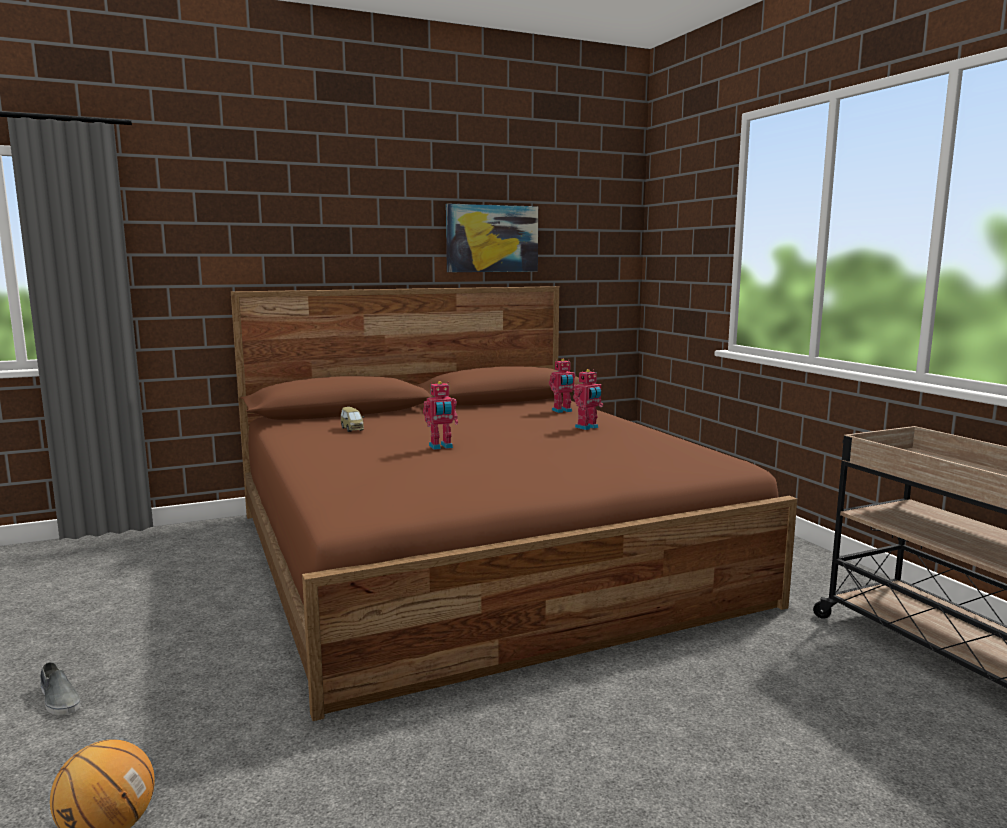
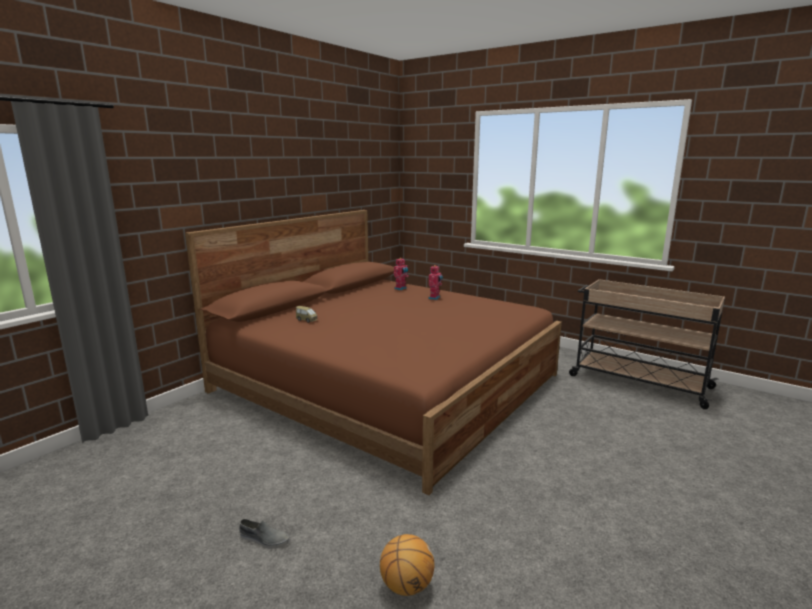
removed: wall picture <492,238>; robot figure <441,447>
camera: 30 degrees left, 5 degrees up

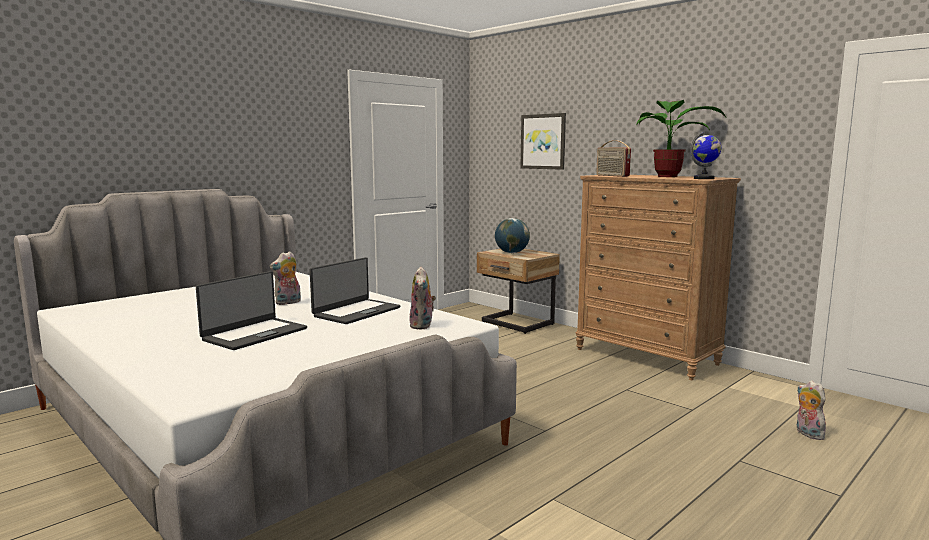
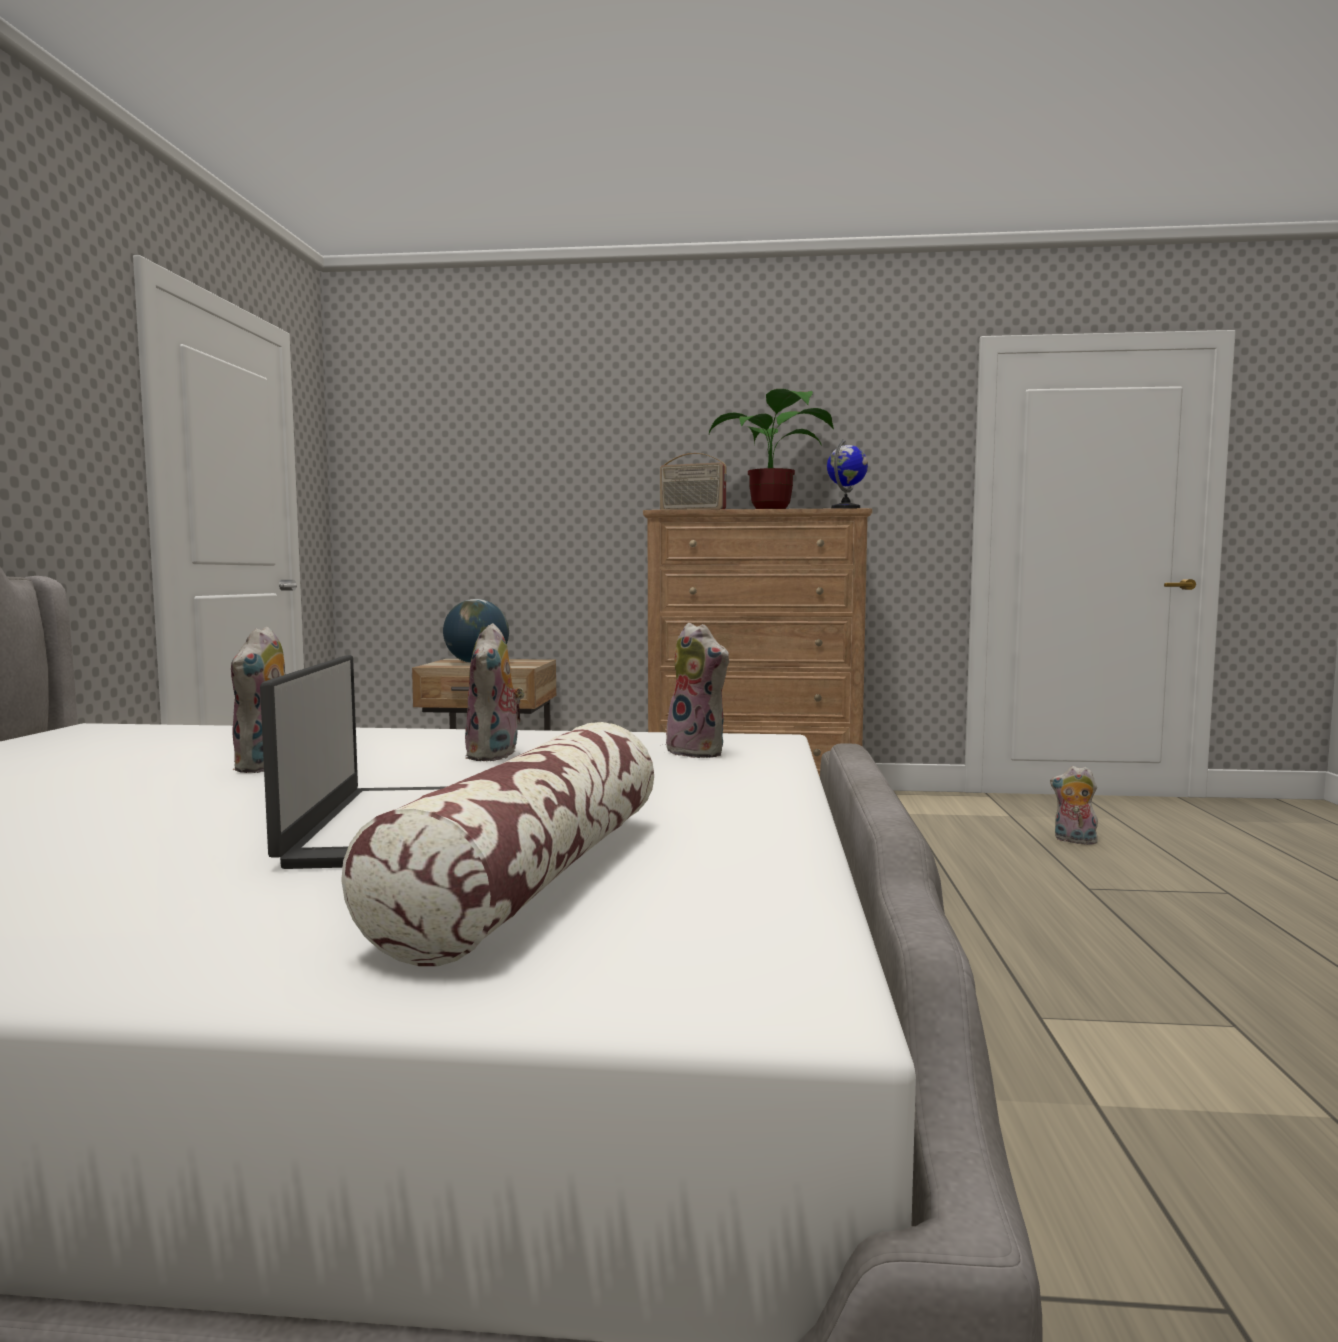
removed: wall picture <543,141>
added: cushion <531,877>
replaced: laptop <356,312> to soft toy <495,755>
camera: 40 degrees left, 5 degrees down

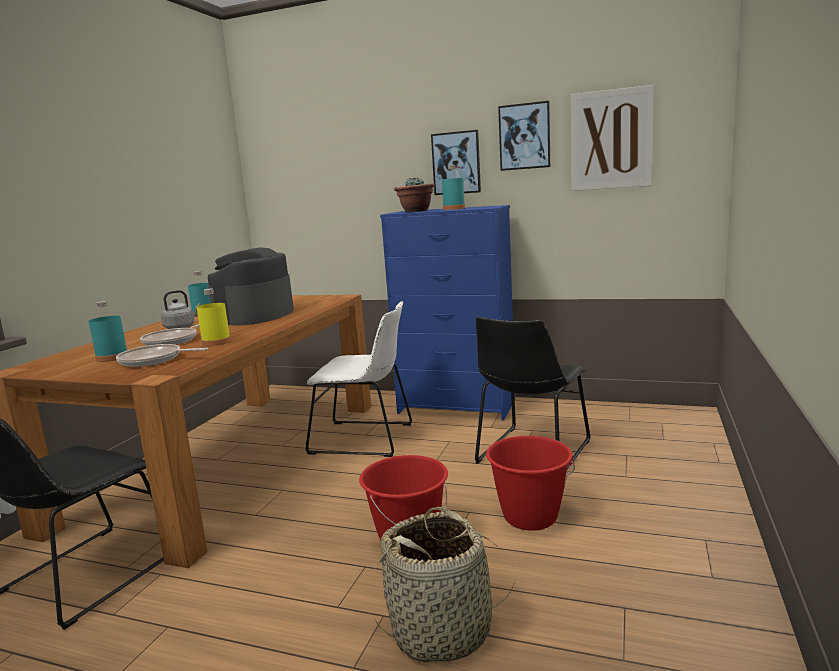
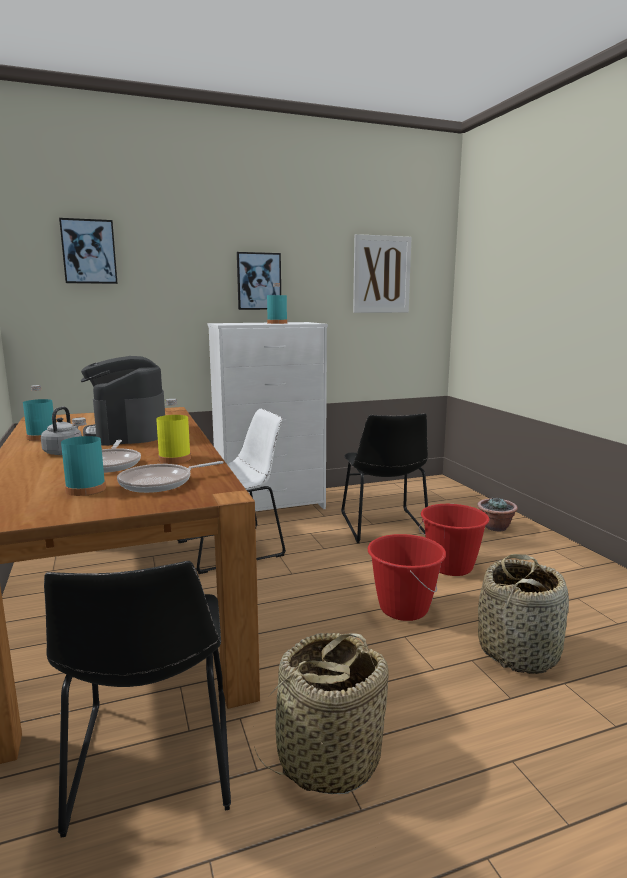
added: basket <327,757>
moved: wall picture <524,136> to <89,251>; potted plant <415,211> to <495,527>
recoloured: bluish chest of drawers <458,406> to white chest of drawers <271,506>
camera: 40 degrees left, 0 degrees up

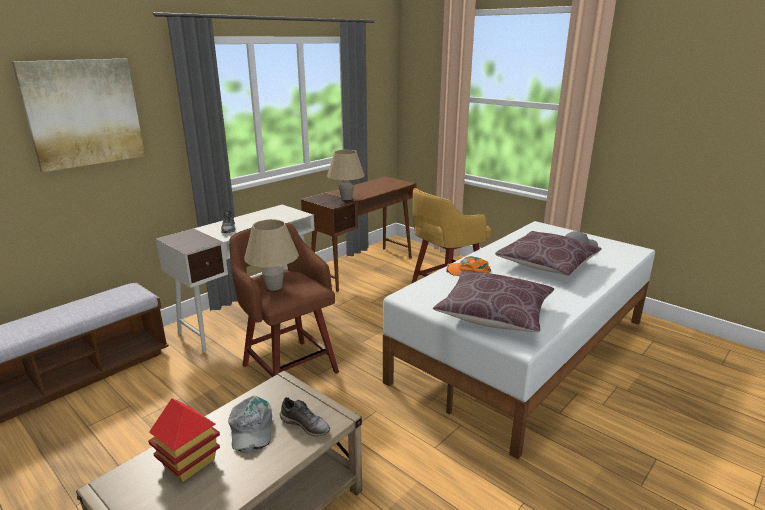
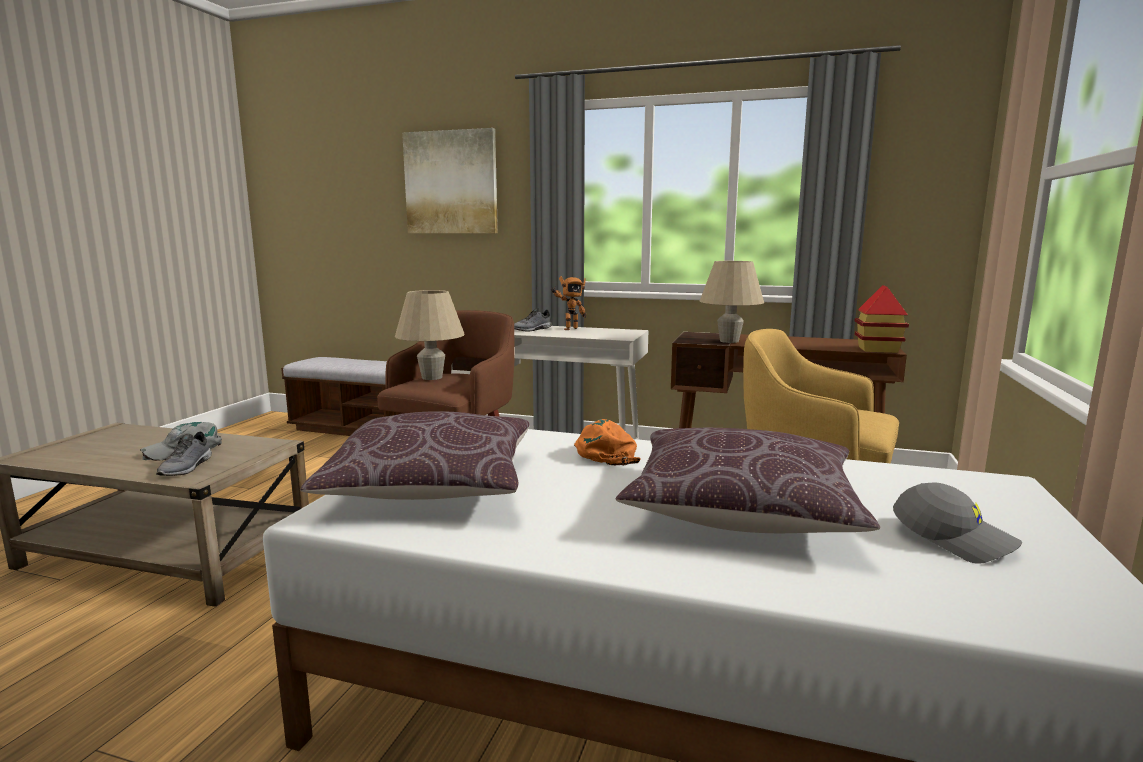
added: robot figure <569,329>
moved: miniature house <189,463> to <877,349>
camera: 65 degrees right, 10 degrees down

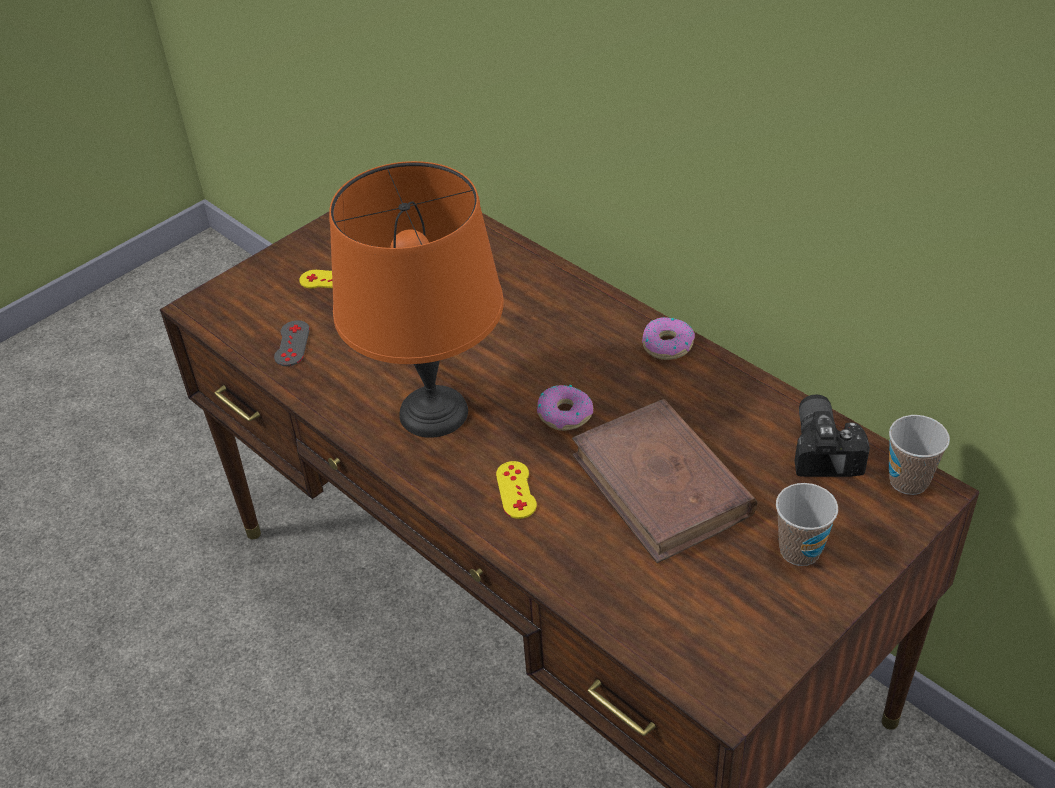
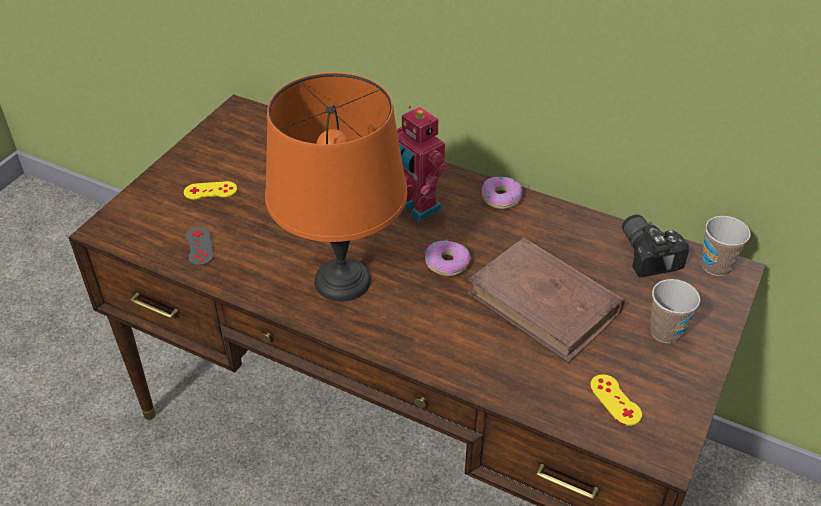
added: robot figure <416,208>
moved: yellowish gamepad <516,490> to <615,400>
camera: 20 degrees left, 0 degrees up

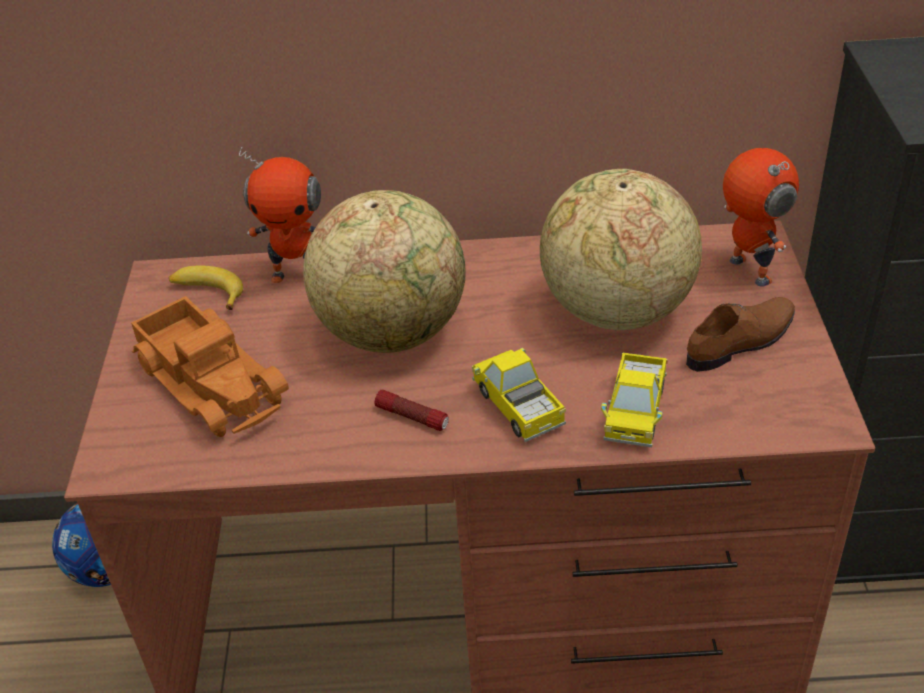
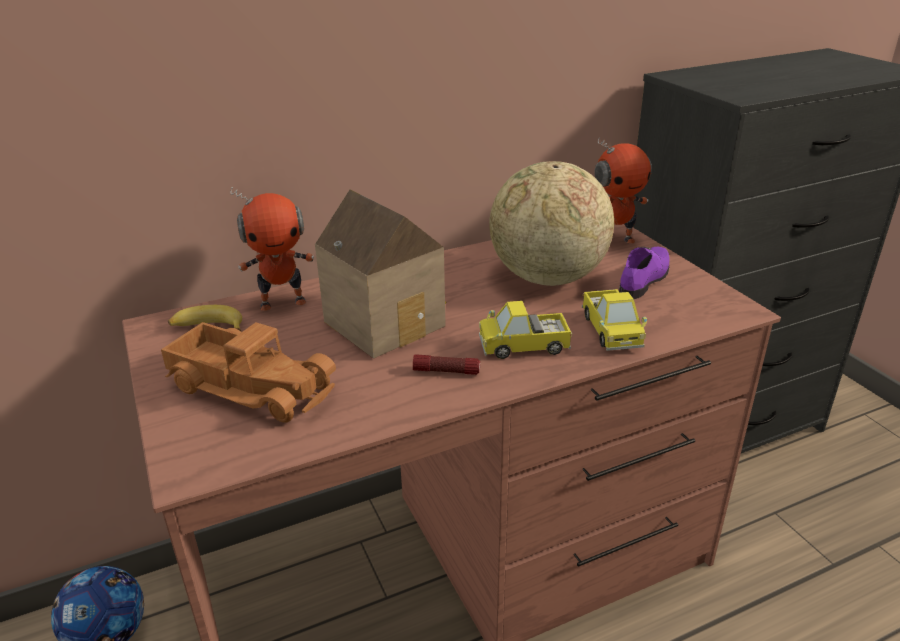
replaced: globe <393,331> to miniature house <388,321>
recoloured: brown-coloured shoe <742,340> to purple-coloured shoe <645,278>
turned: robot figure <747,271> = <615,242> 120 degrees clockwise; toy truck <518,406> = <524,346> 45 degrees counterclockwise
camera: 25 degrees left, 10 degrees down

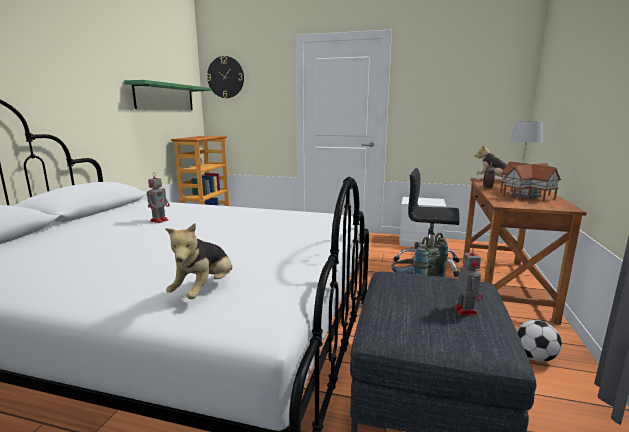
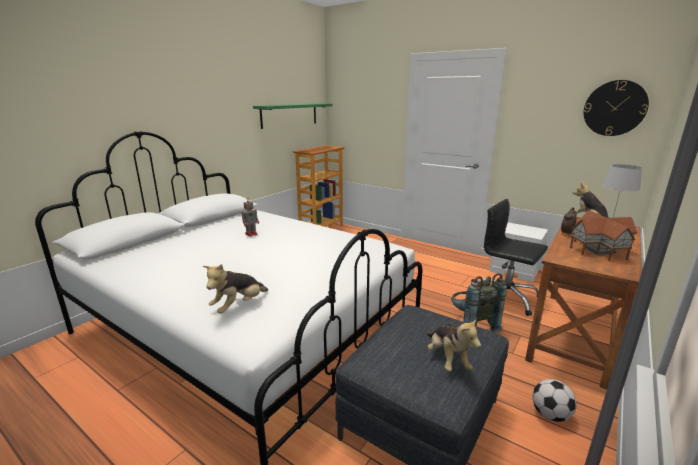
moved: wall clock <225,77> to <614,108>
replaced: robot figure <465,310> to soft toy <447,359>
camera: 20 degrees right, 5 degrees up

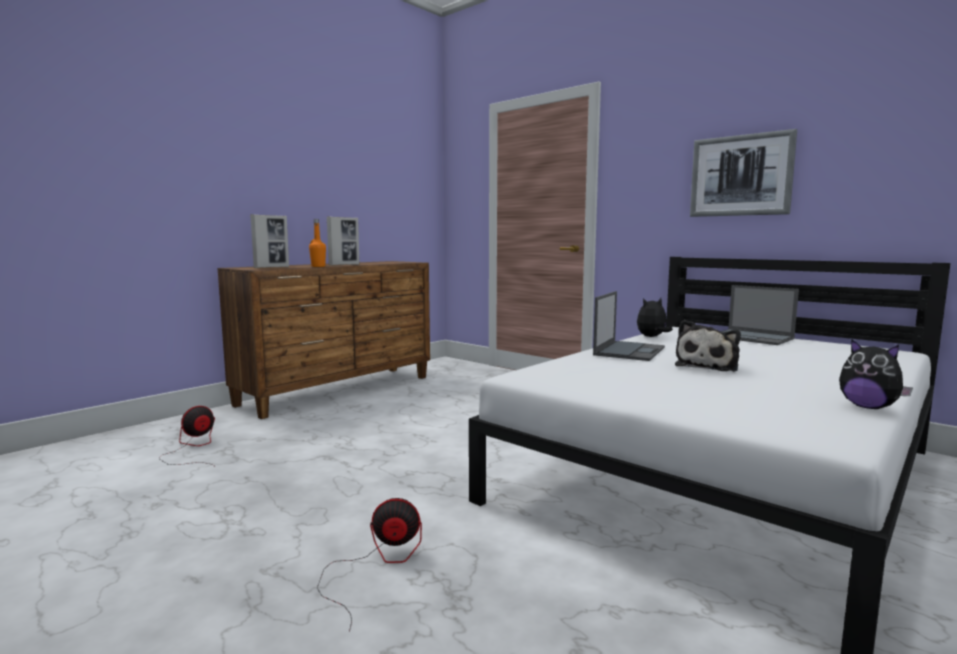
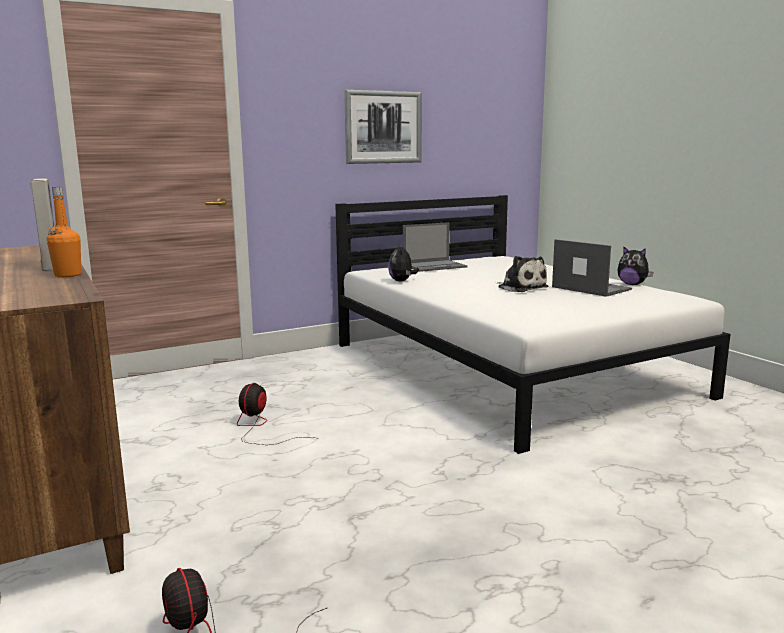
removed: photo frame <271,267>
moved: laptop <629,351> to <590,288>; fan <377,564> to <260,427>
turned: soft toy <868,407> = <632,284> 60 degrees clockwise
camera: 70 degrees left, 5 degrees up

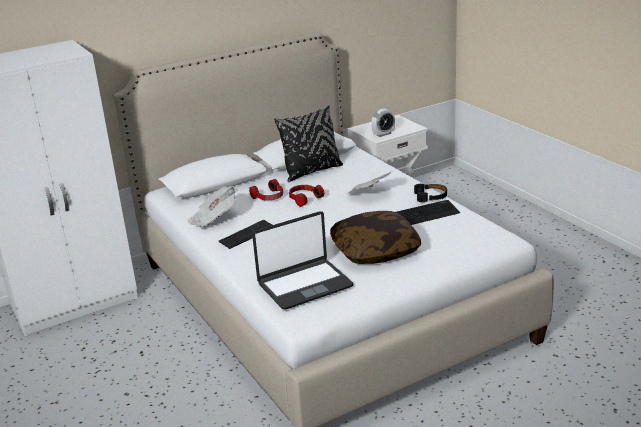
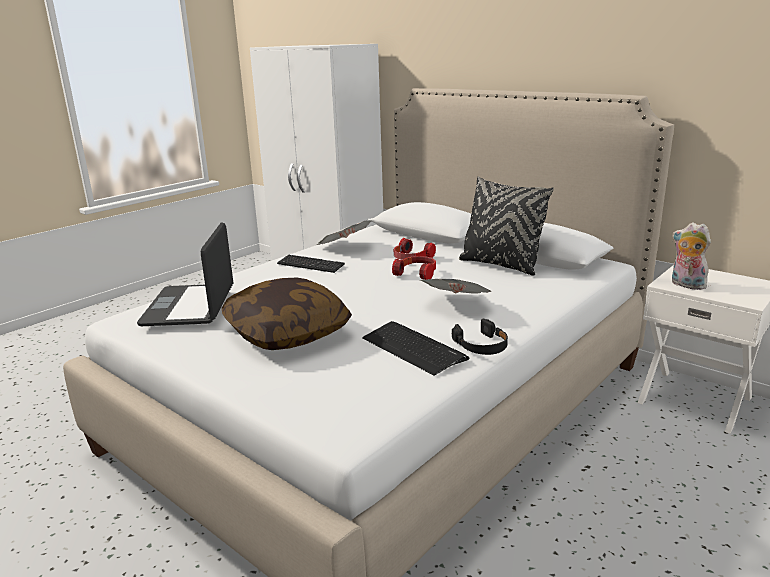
replaced: table clock <383,134> to soft toy <686,285>
turned: laptop <304,285> = <190,306> 45 degrees clockwise
camera: 70 degrees right, 5 degrees down

